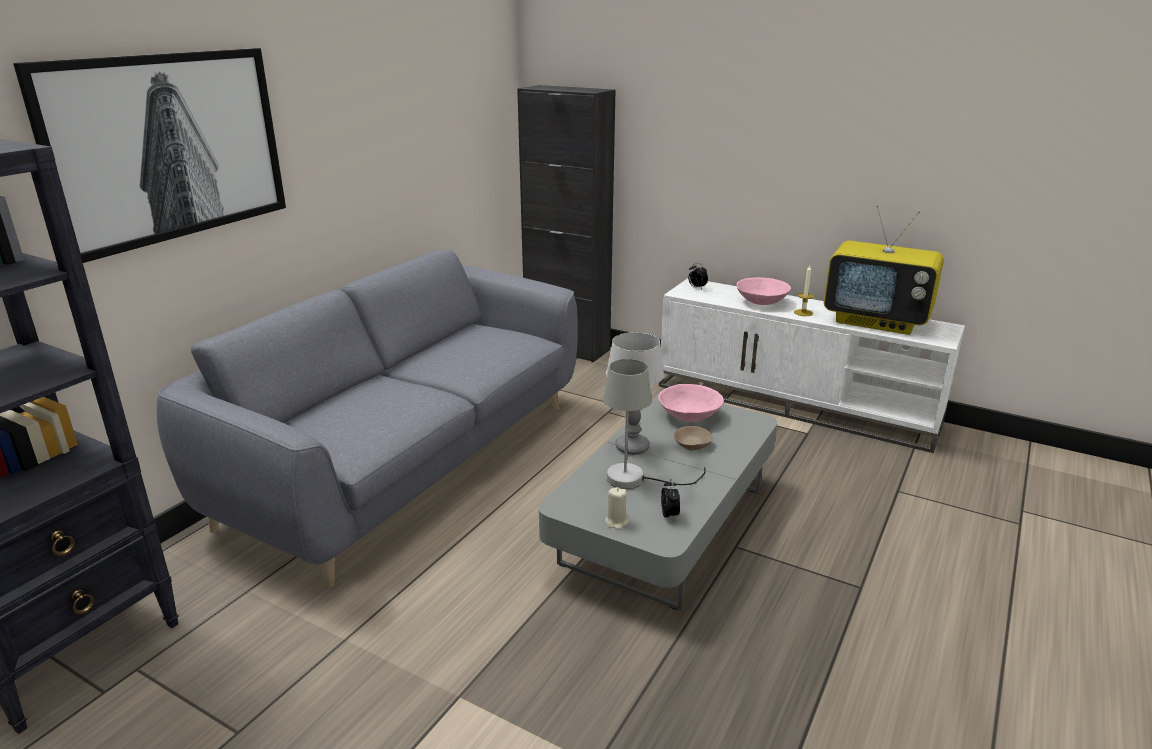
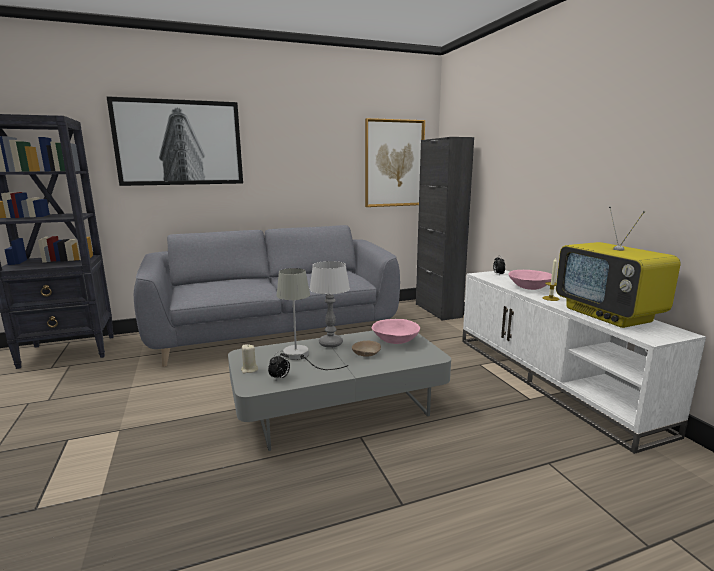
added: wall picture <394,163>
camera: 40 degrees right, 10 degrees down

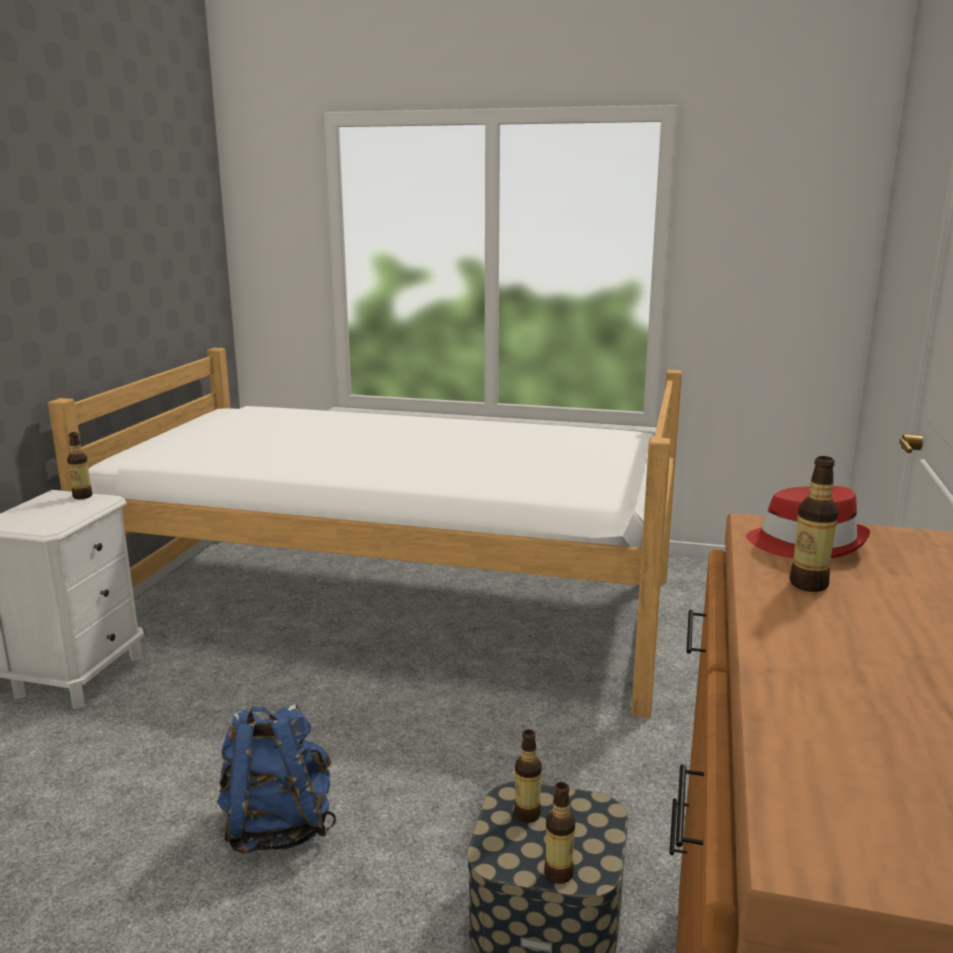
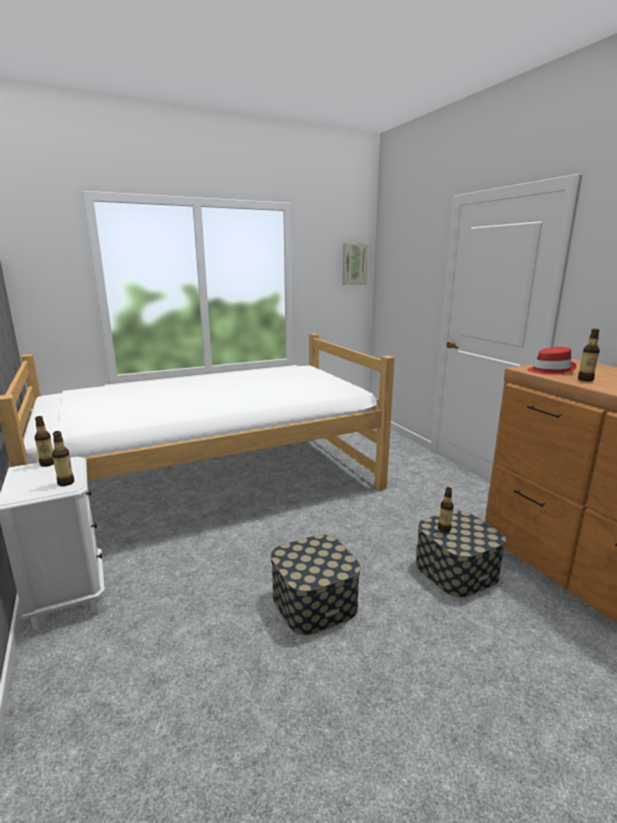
added: wall picture <354,264>
moved: bottle <558,873> to <66,483>
replaced: bluish backpack <277,827> to storage box <314,601>
camera: 40 degrees left, 0 degrees up

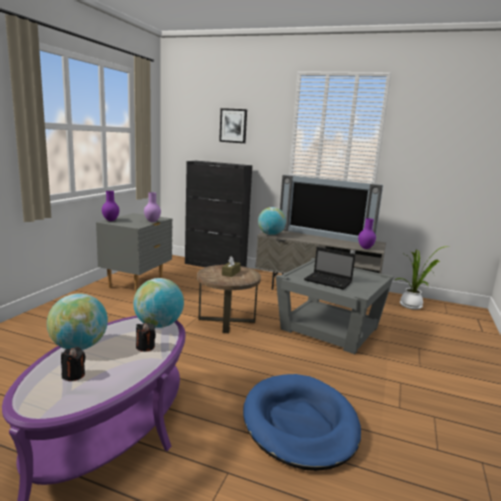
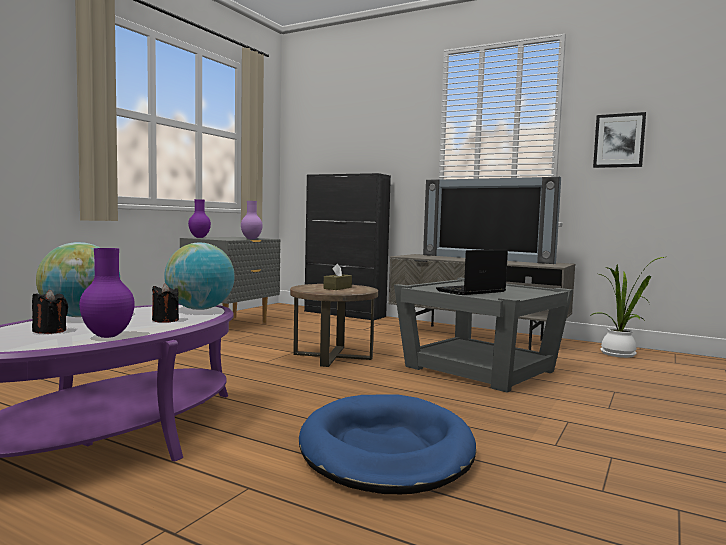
removed: globe <271,234>
moved: wall picture <233,125> to <619,140>; purple-coloured flower vase <365,248> to <106,336>
turned: laptop <329,281> = <470,291> 105 degrees clockwise
camera: 10 degrees right, 10 degrees down

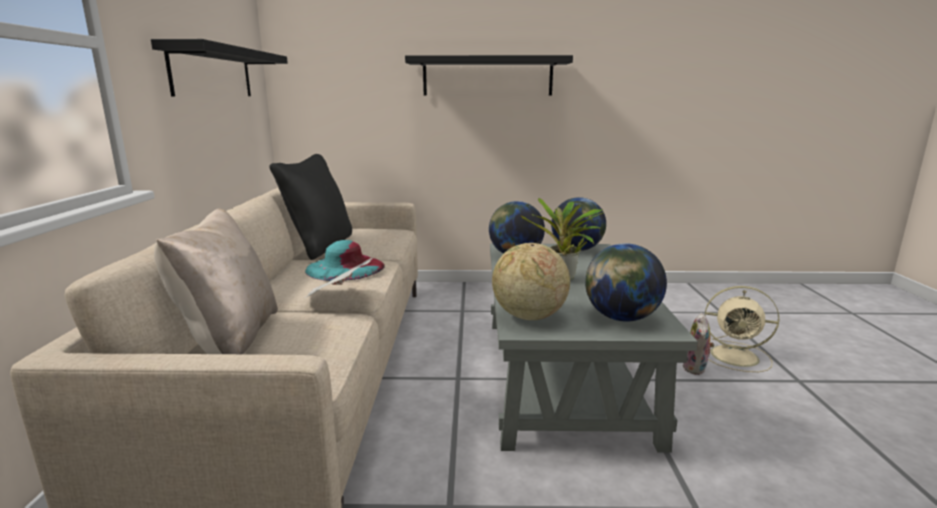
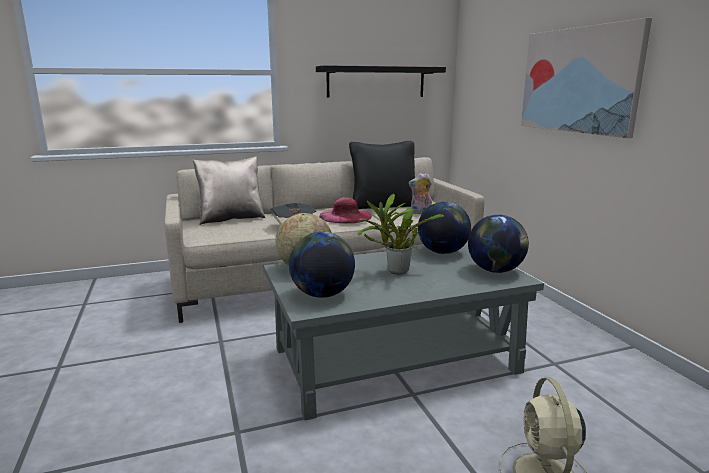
moved: soft toy <696,368> to <420,213>
replaced: black bracket shelf <487,76> to wall picture <579,80>
recoloured: turquoise wearable hat <345,267> to pinkish wearable hat <345,216>
camera: 70 degrees right, 0 degrees up

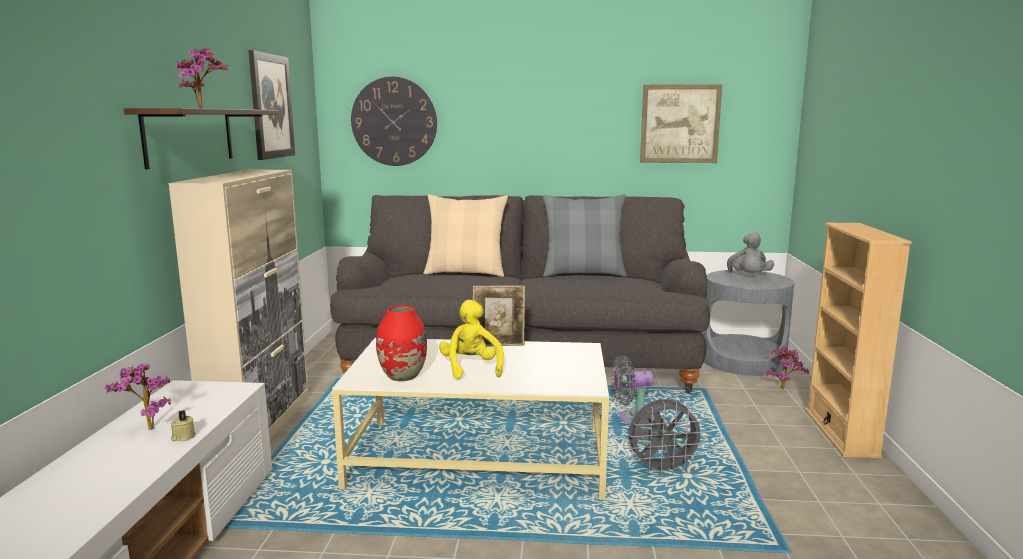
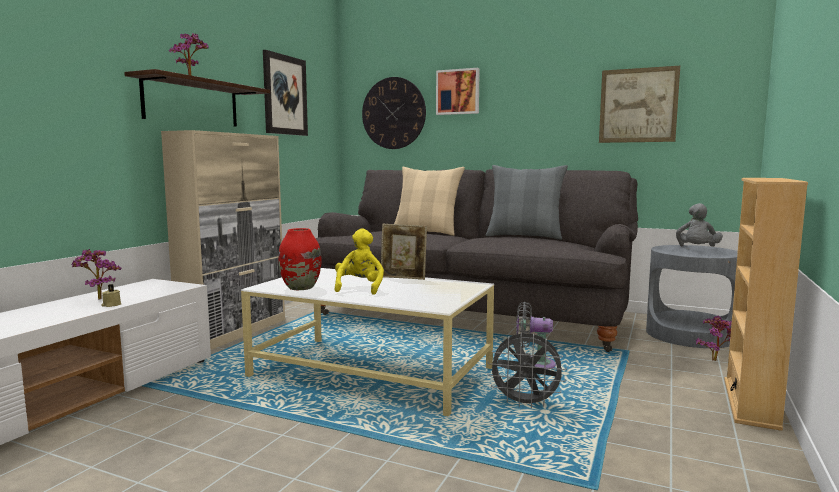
added: wall picture <458,92>
camera: 20 degrees right, 5 degrees down

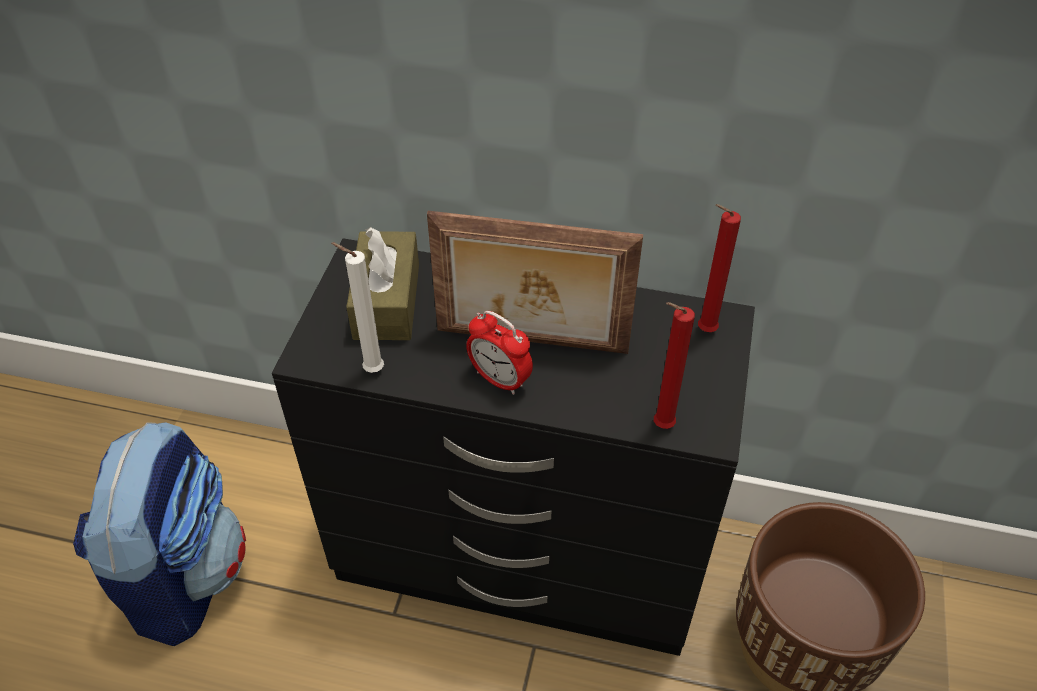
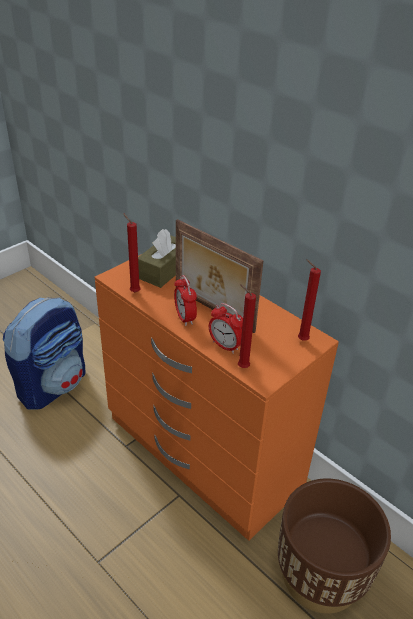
added: table clock <225,346>
recoloured: black chest of drawers <521,557> to orange-coloured chest of drawers <202,453>; white wax light <370,370> to reddish wax light <133,291>
camera: 30 degrees right, 10 degrees down

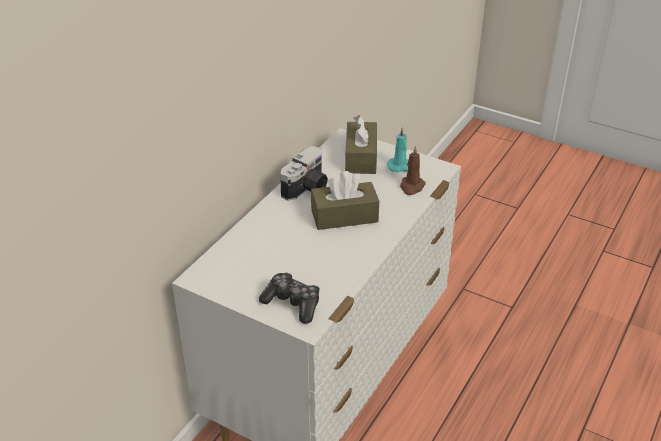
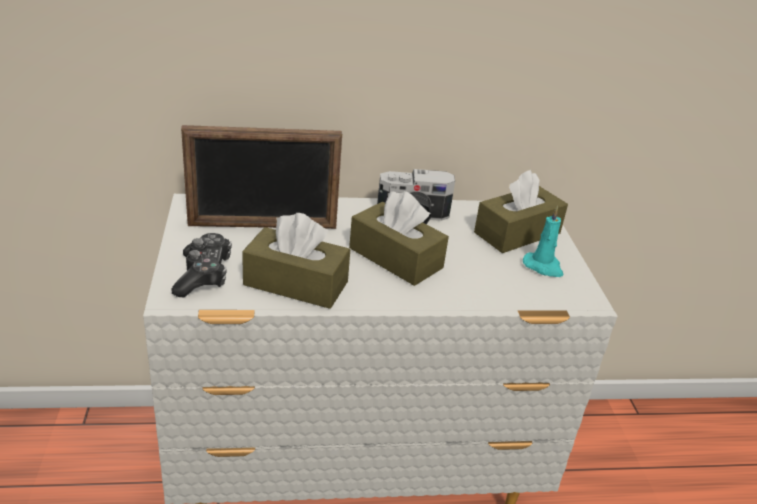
removed: brown-coloured wax light <412,187>
added: photo frame <263,226>; brown-coloured box of tissues <296,283>
camera: 50 degrees right, 5 degrees down

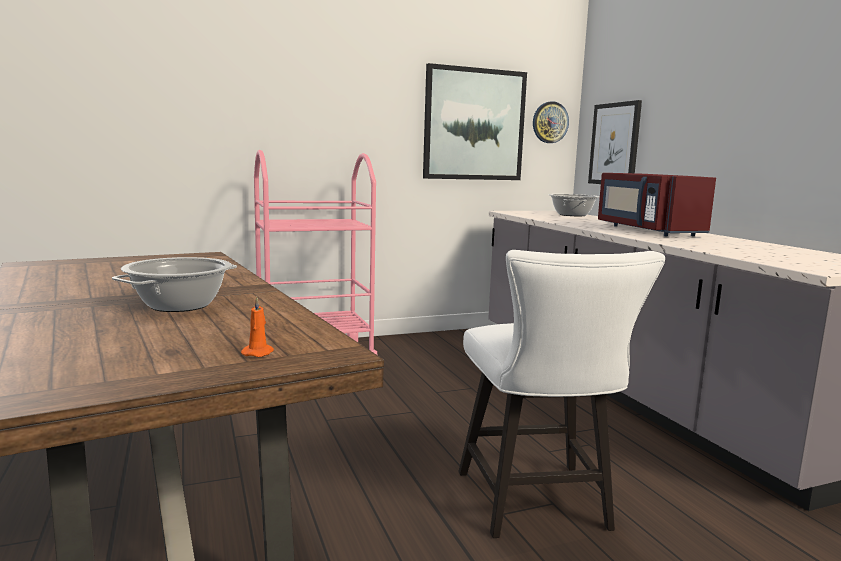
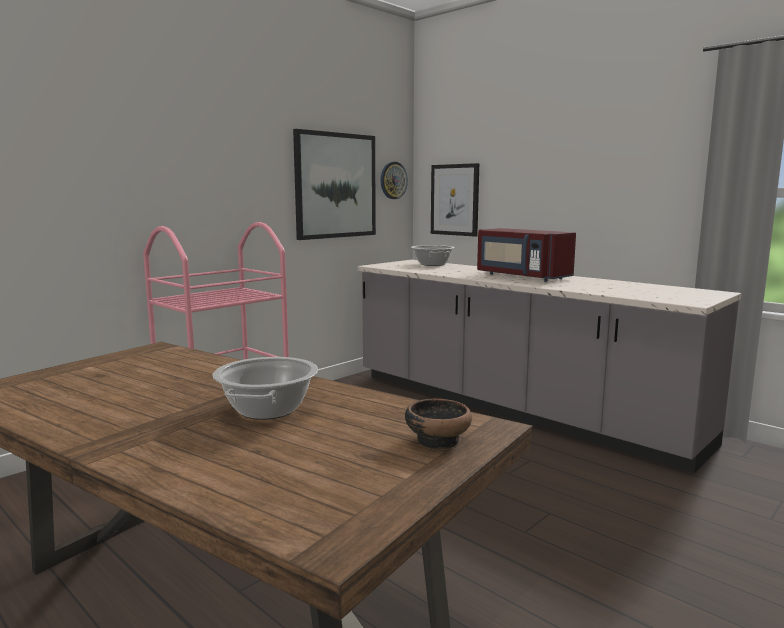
removed: white chair <537,506>
replaced: orange-coloured wax light <258,352> to serving bowl <438,440>
camera: 25 degrees left, 0 degrees up

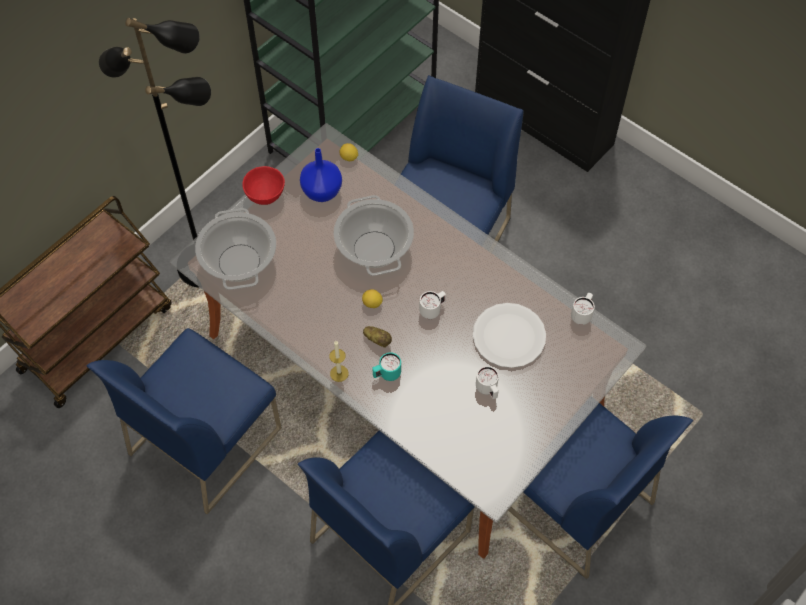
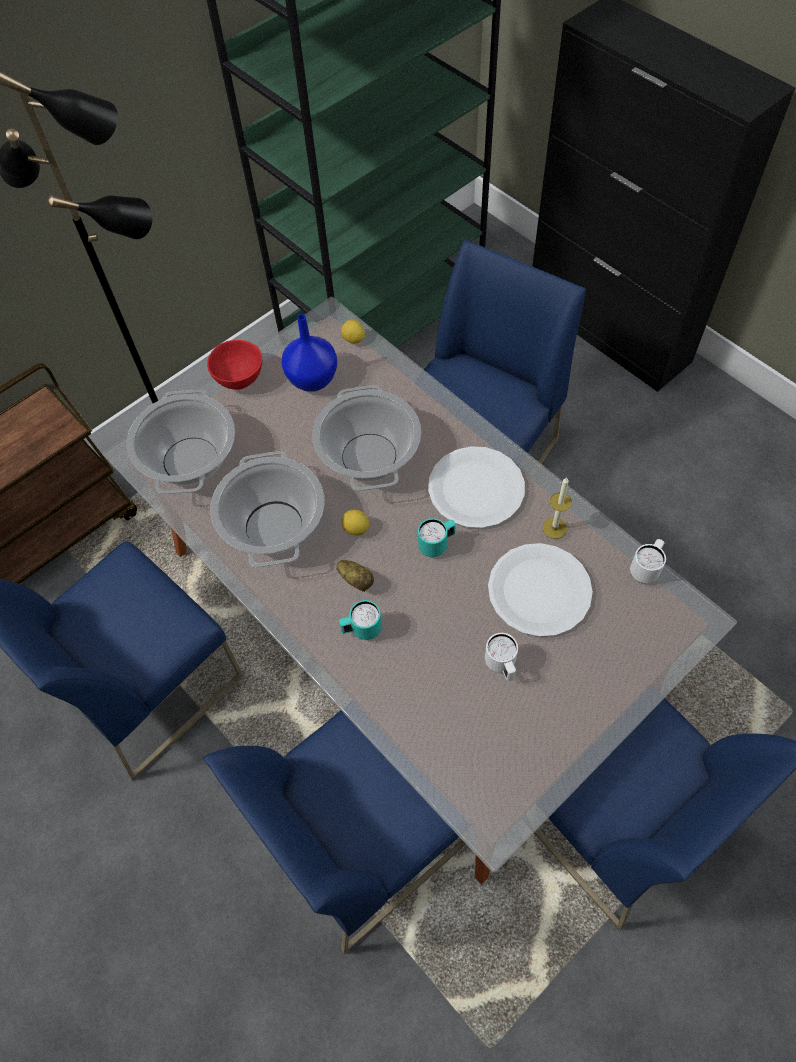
added: white flat dish <475,488>; saucepot <273,526>
moved: wax light <339,373> to <554,528>
recoloured: white mug <432,310> to turquoise mug <437,545>
camera: 10 degrees right, 0 degrees up

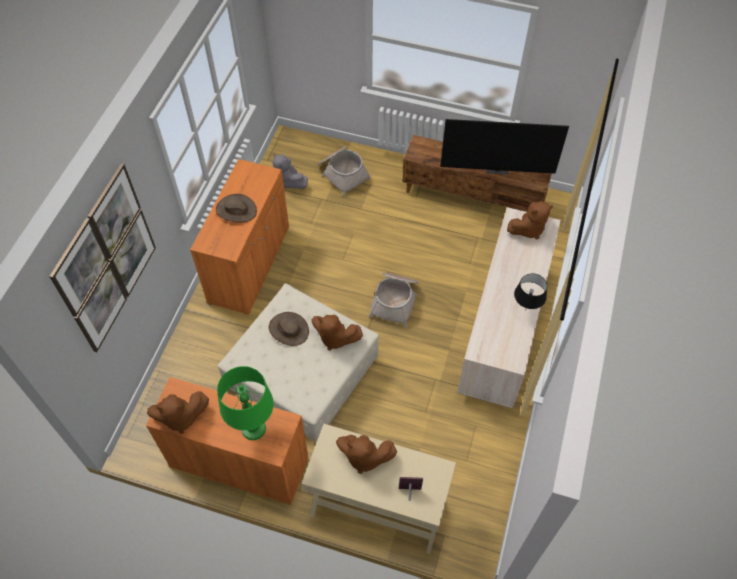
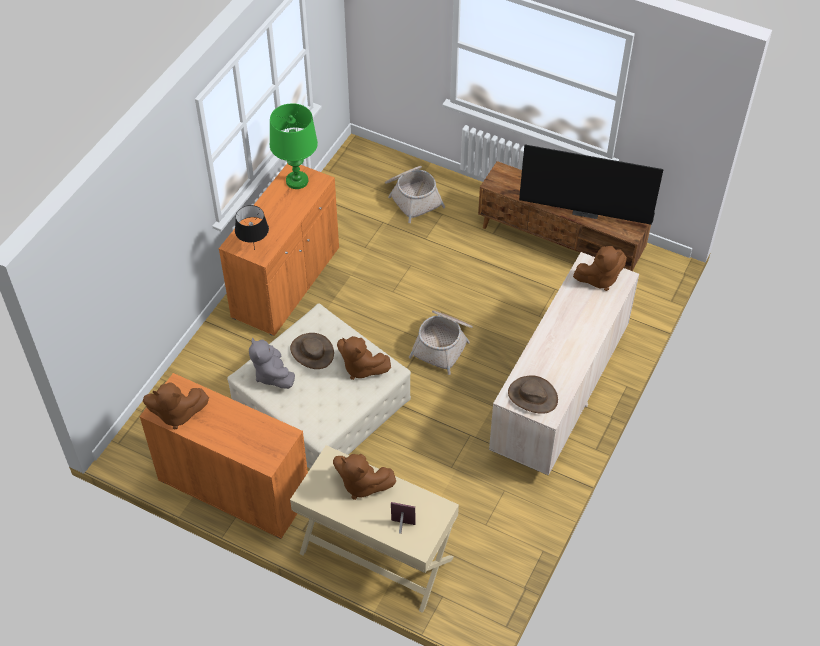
removed: wall picture <106,259>
moved: gray soft toy <289,181> to <272,374>; brown-coloured wearable hat <236,210> to <532,396>; black lamp for a table <526,310> to <255,250>; green-coloured lamp for a table <253,429> to <297,181>
camera: 10 degrees right, 5 degrees down

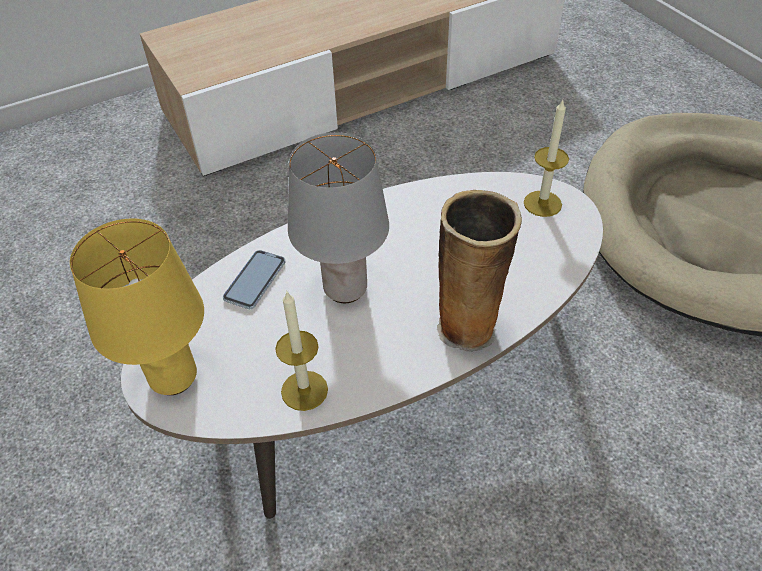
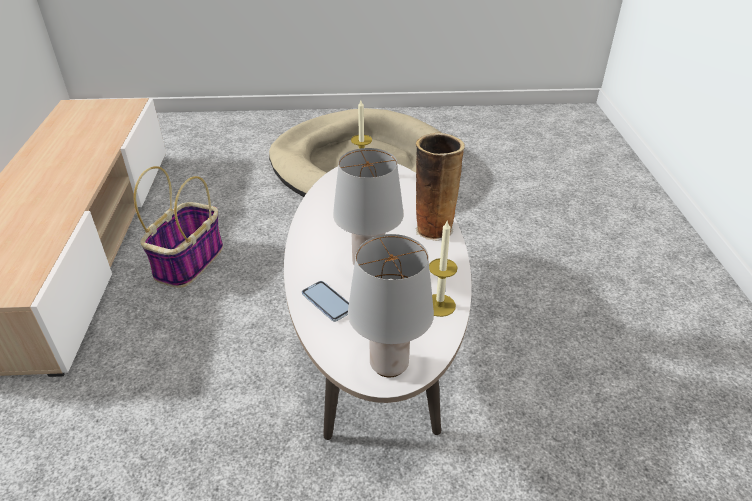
added: basket <189,261>
recoloured: yellowish lamp for a table <174,379> to gray lamp for a table <390,365>
camera: 65 degrees left, 10 degrees down

